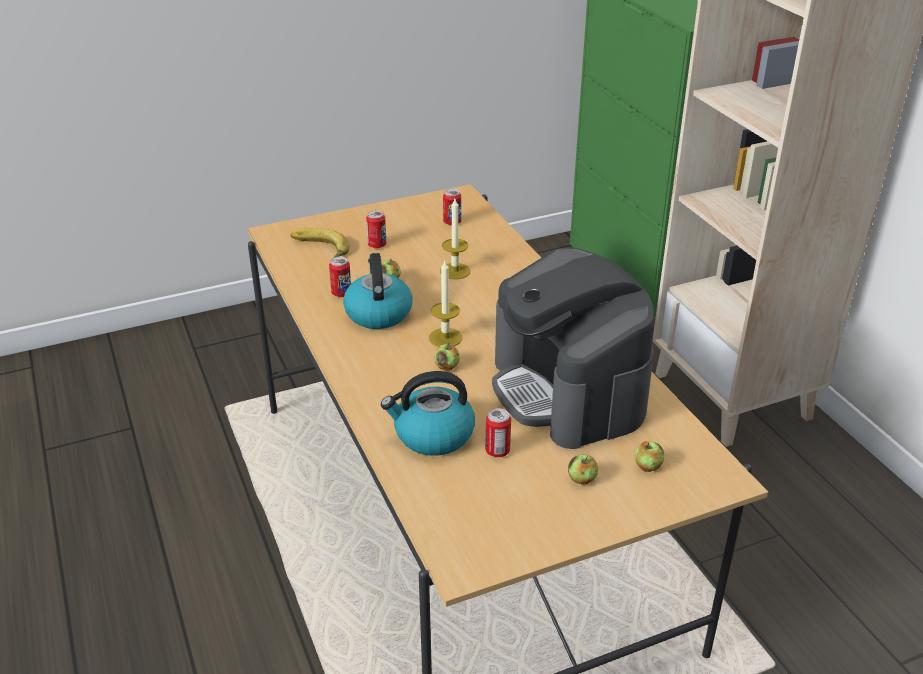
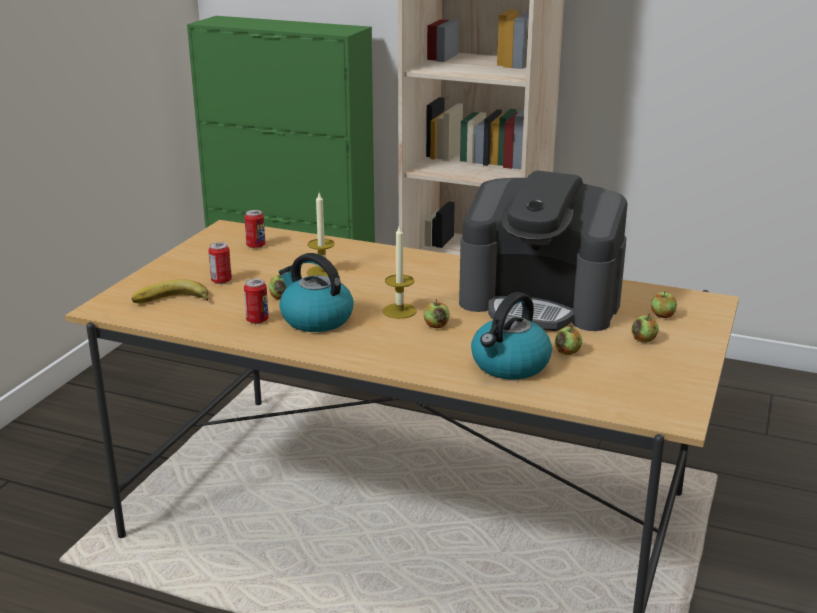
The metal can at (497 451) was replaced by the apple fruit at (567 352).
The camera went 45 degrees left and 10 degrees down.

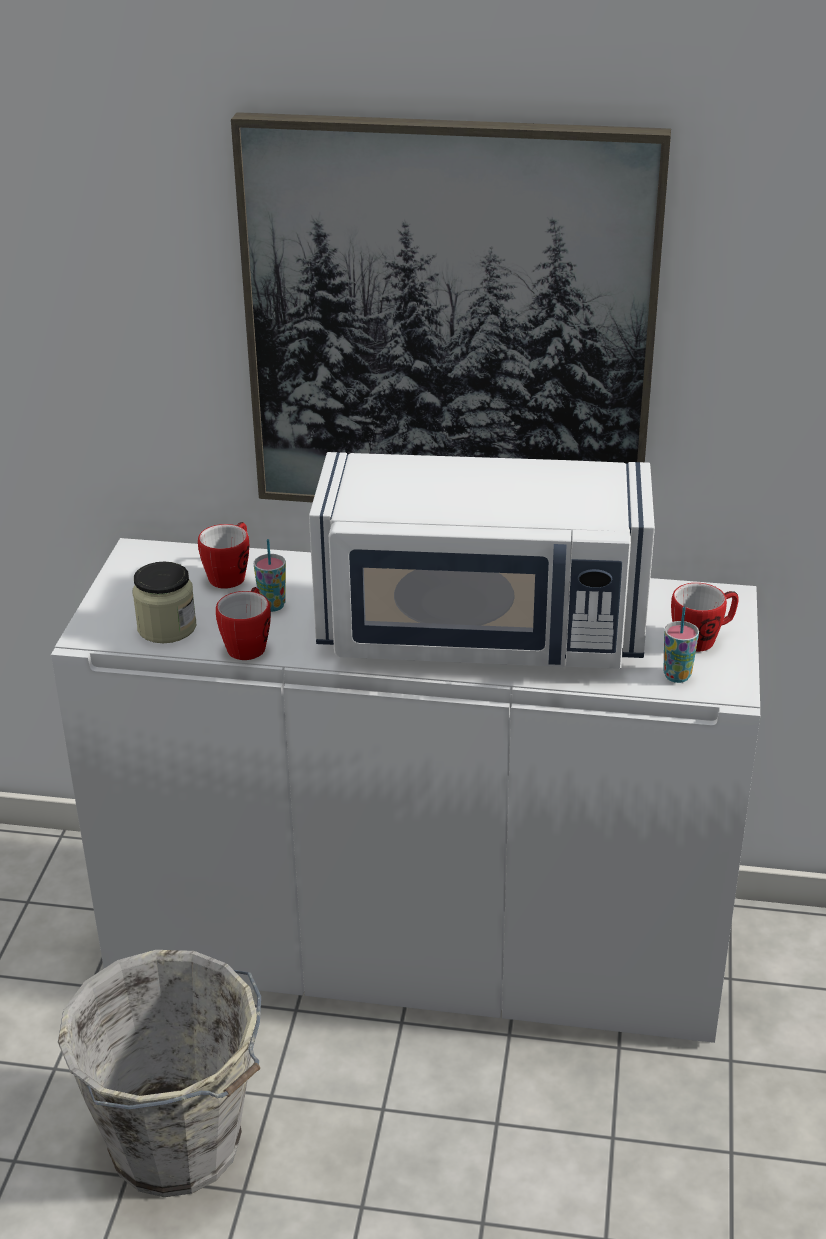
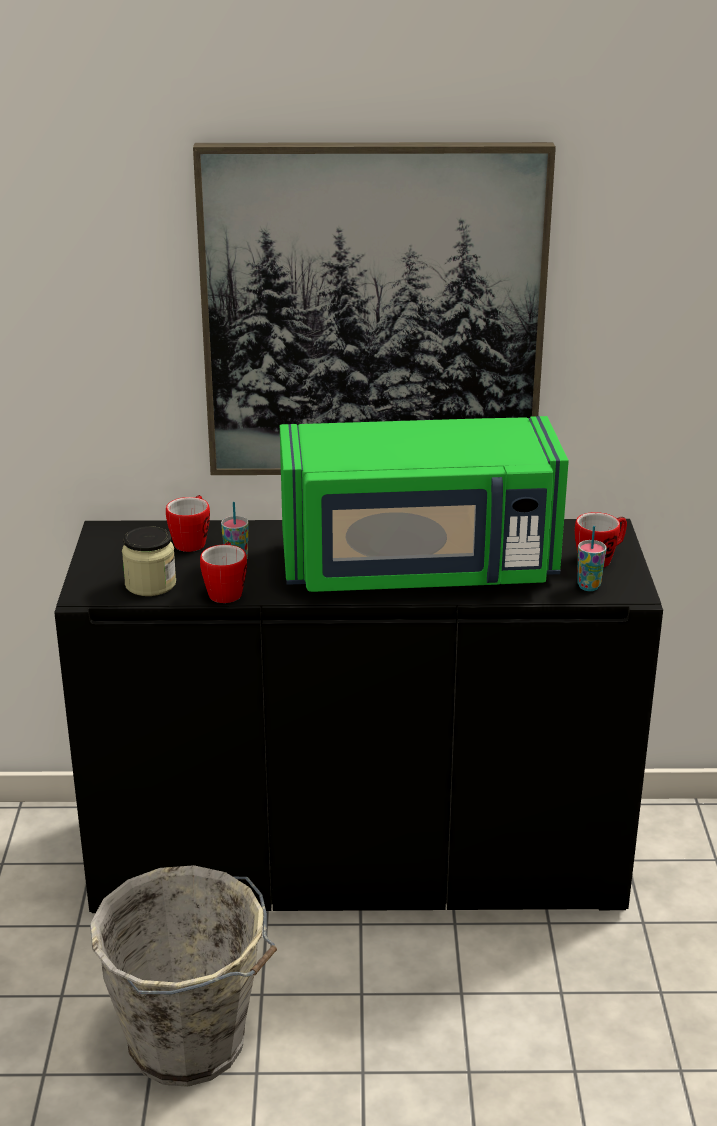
The whitish cabinet at (417 943) became the blackish cabinet at (358 860).
The whitish microwave oven at (481 633) became the greenish microwave oven at (419 568).
The camera went 10 degrees left and 5 degrees down.

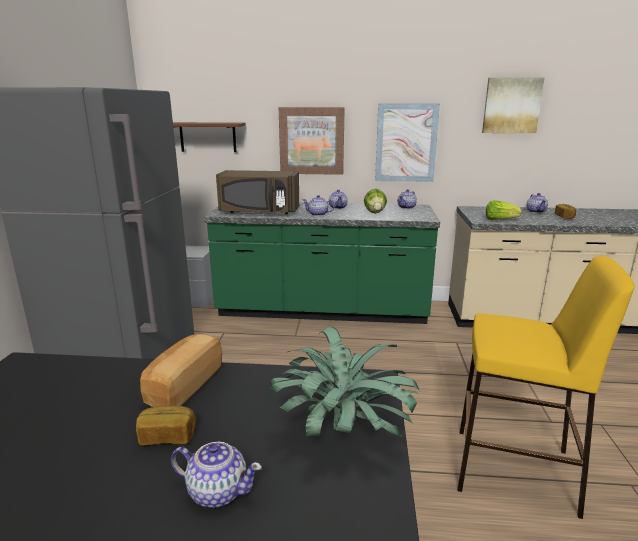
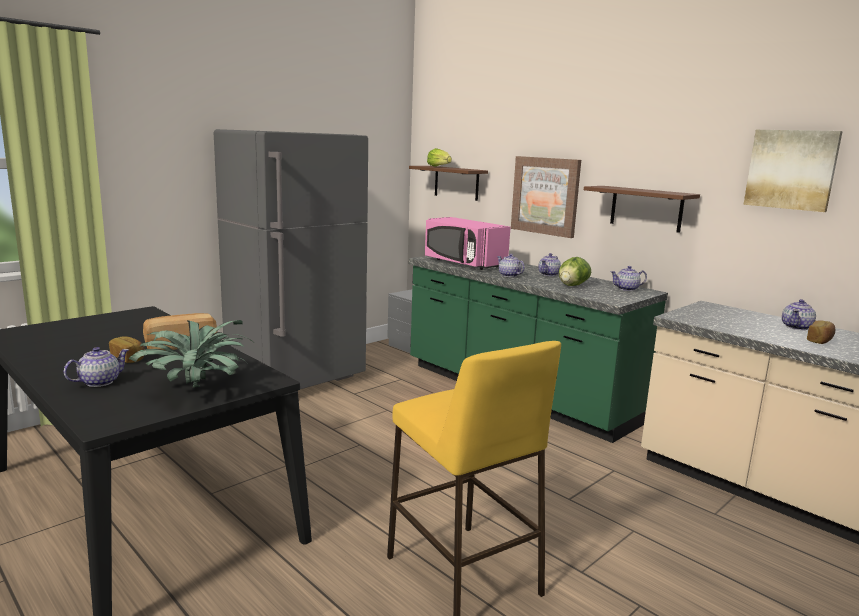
The lettuce head moved from (499 220) to (439 167).
The picture at (406 143) was replaced by the brown wall shelf at (646 208).
The brown microwave oven at (259 211) became the pink-coloured microwave oven at (463 263).
The pot for tea at (217 491) turned 105 degrees counterclockwise.
The camera went 40 degrees right and 5 degrees down.

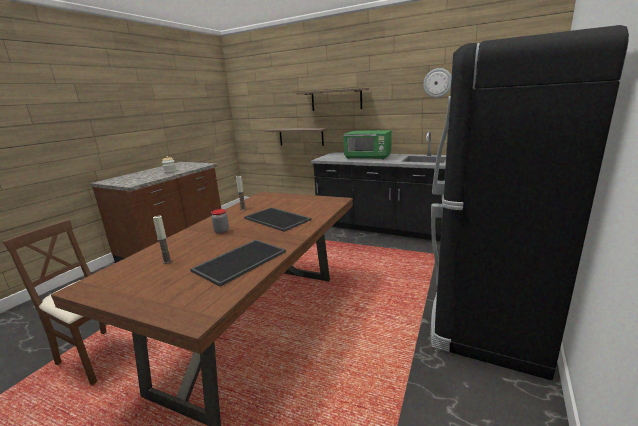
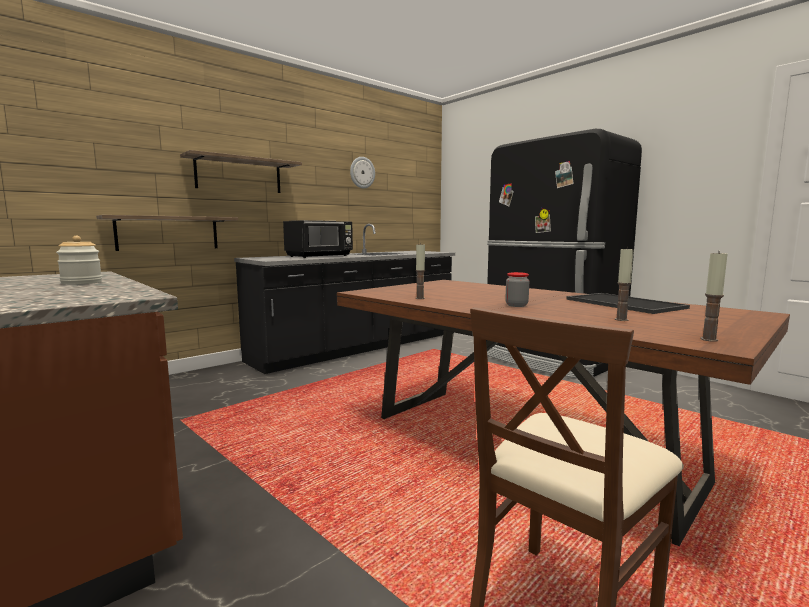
The serving tray at (278 219) disappeared.
The wax candle at (709 339) appeared.
The greenish microwave oven at (368 157) became the blackish microwave oven at (320 256).
The camera went 70 degrees left and 10 degrees down.

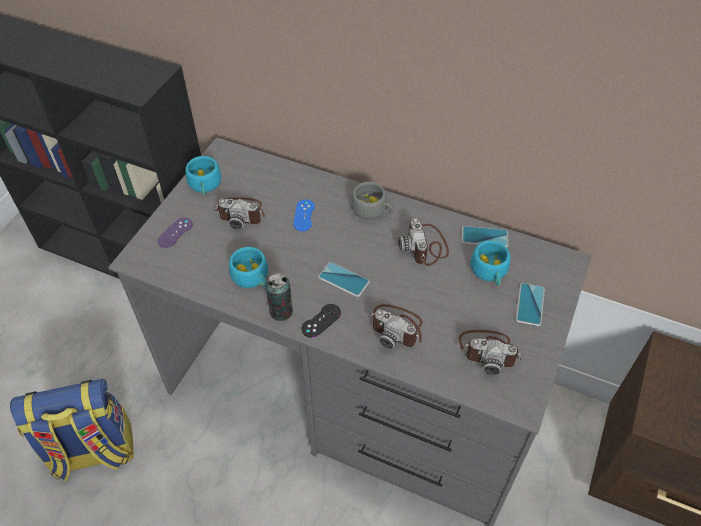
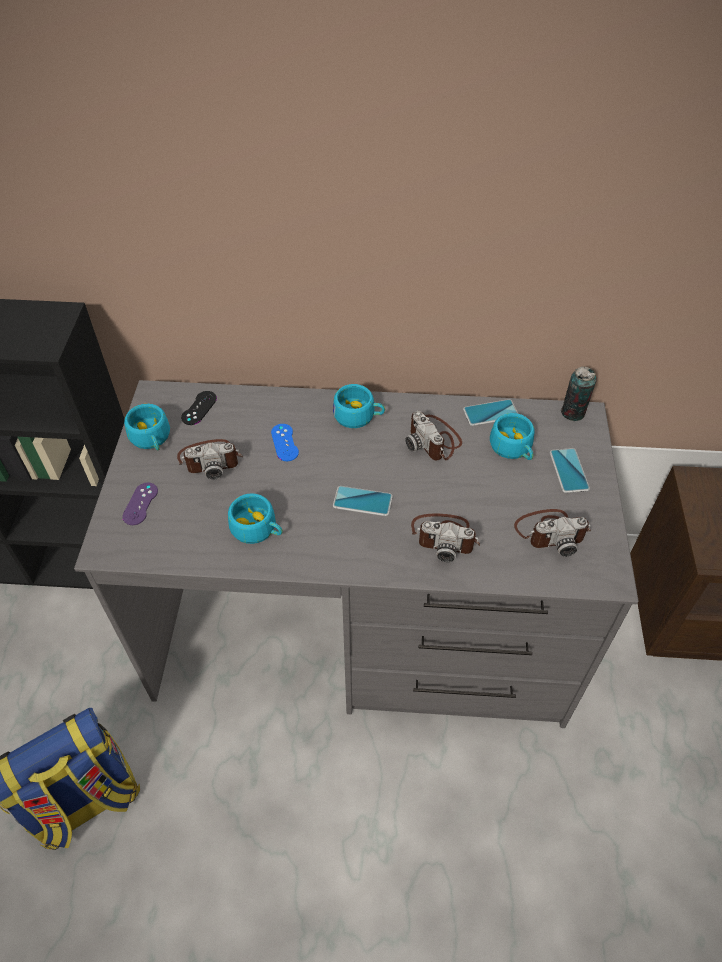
The metal can moved from (281 311) to (573 412).
The blackish joypad moved from (321 320) to (199 408).
The greyish small cup at (372 210) became the blue-green small cup at (359 416).
The camera went 20 degrees left and 0 degrees up.

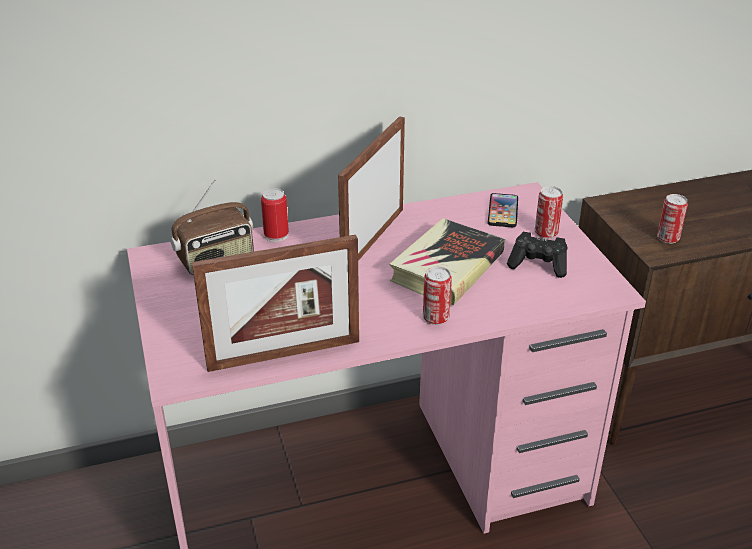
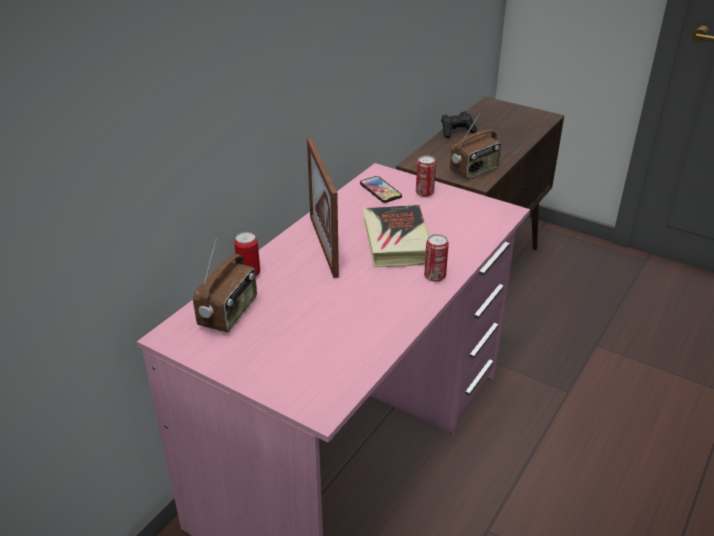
The picture frame at (284 354) disappeared.
The blackish joypad moved from (538 265) to (456 132).
The metal can at (668 238) was replaced by the radio set at (474 171).
The camera went 40 degrees left and 0 degrees up.

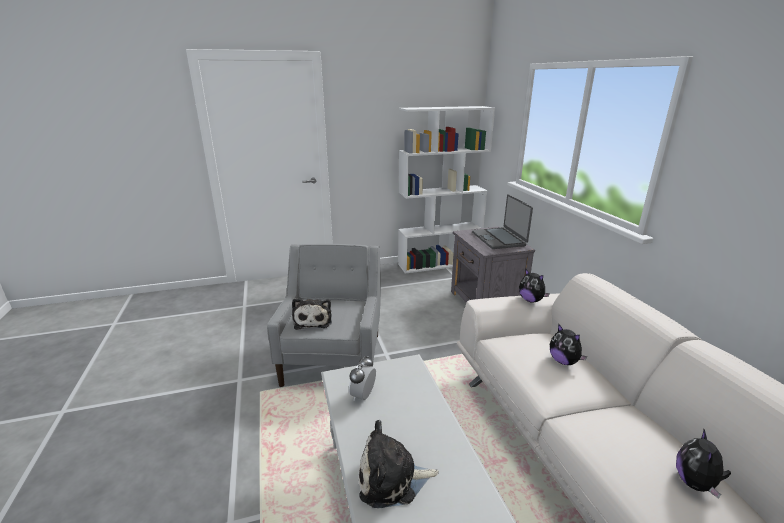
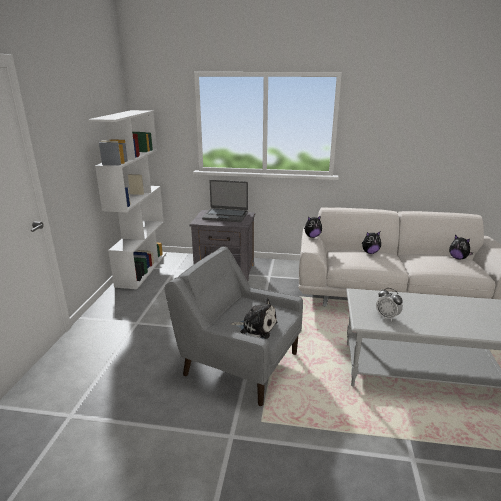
The cuddly toy at (392 478) disappeared.
The camera went 65 degrees left and 0 degrees up.

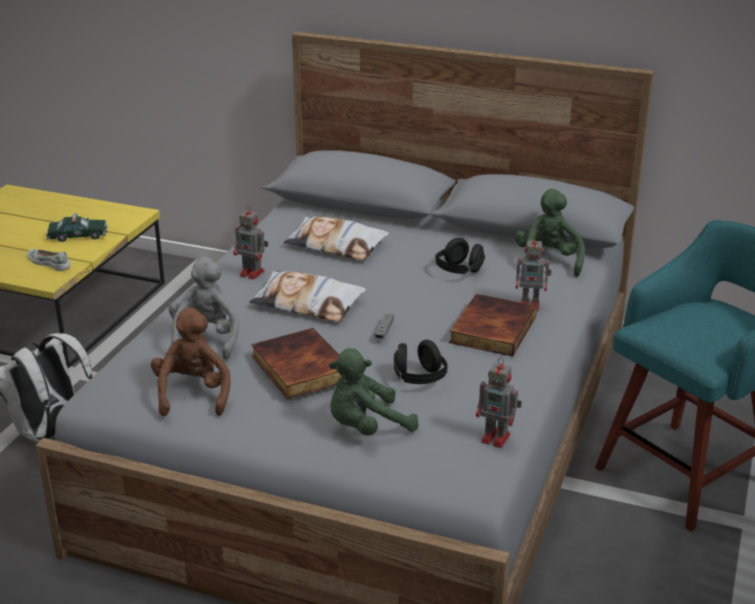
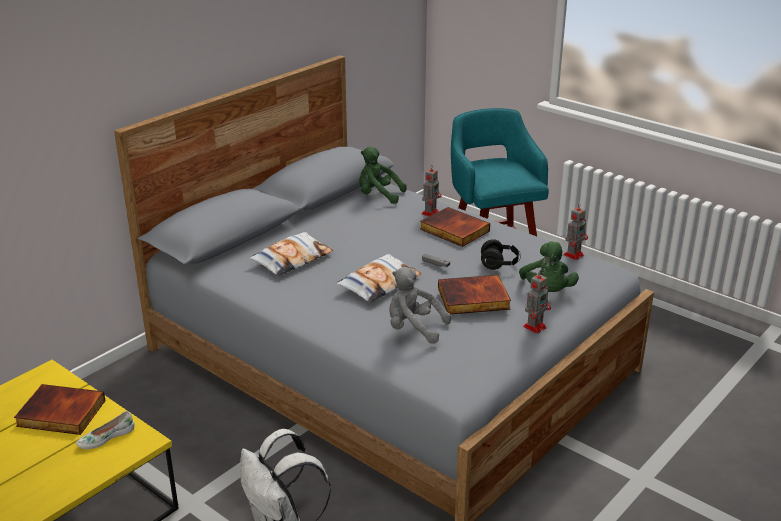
The brown cuddly toy at (193 394) disappeared.
The blackish headset at (459 271) disappeared.
The robot figure moved from (253 273) to (535 326).
The toy car at (78 236) was replaced by the book at (60 414).
The camera went 70 degrees left and 0 degrees up.

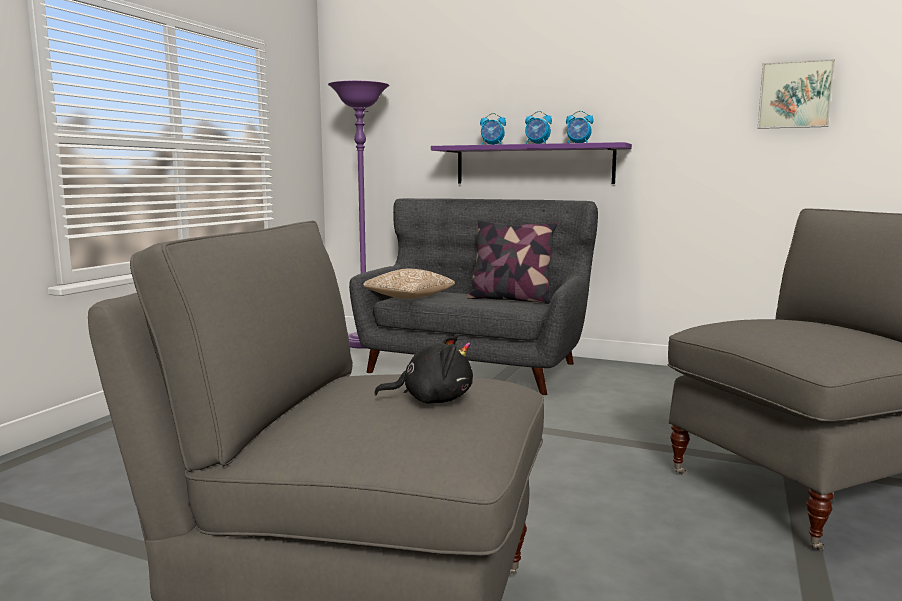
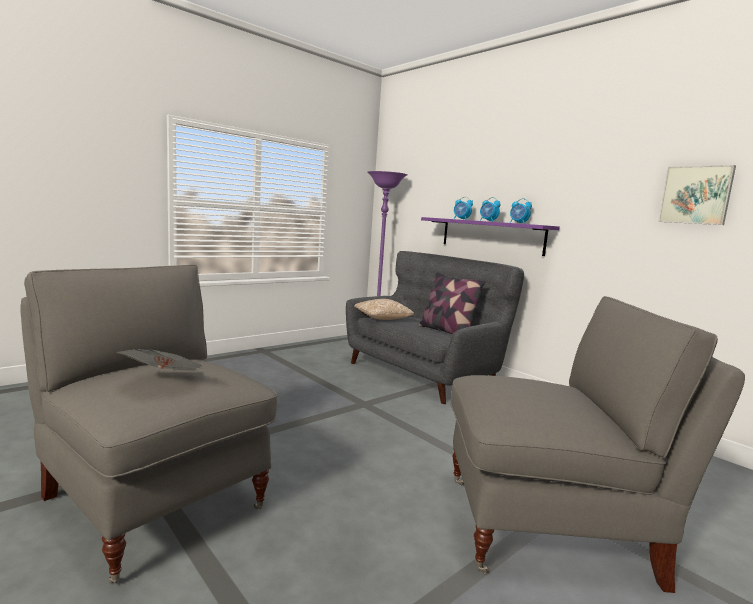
The blackish cuddly toy at (432 400) was replaced by the printed paper at (165 382).
The camera went 25 degrees right and 0 degrees up.

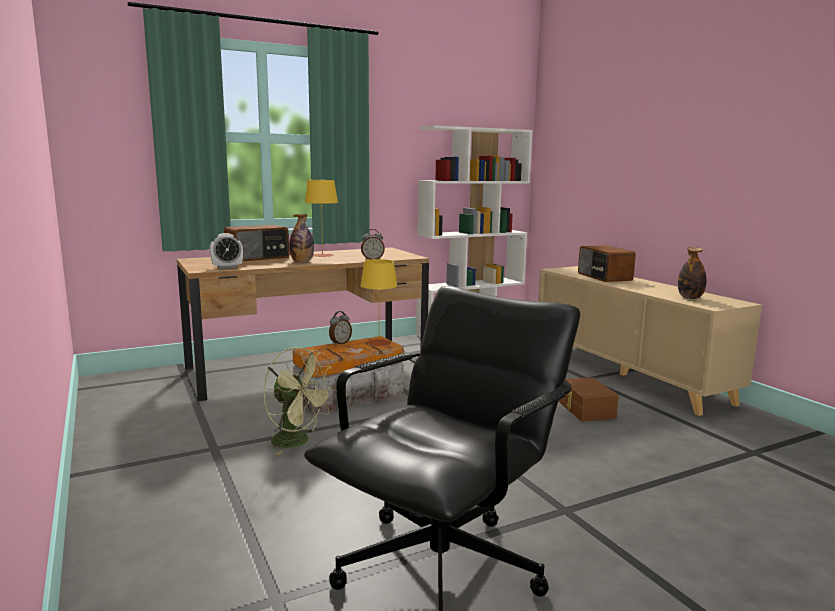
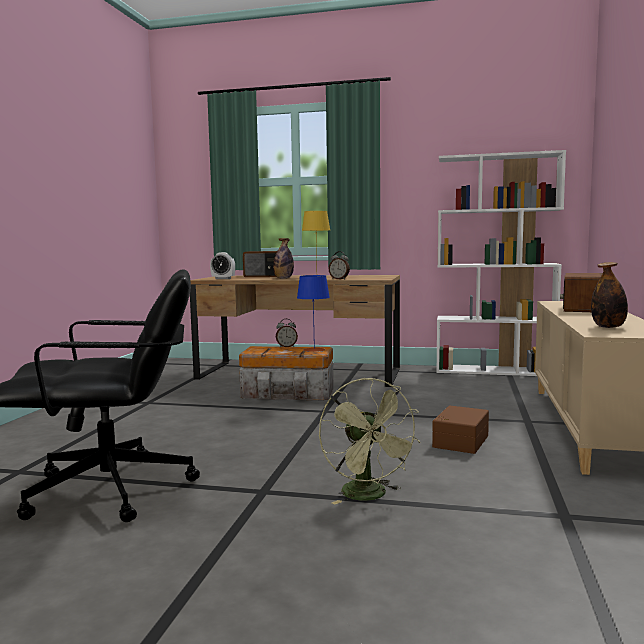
The greenish fan moved from (297 442) to (369 496).
The yellow tabletop lamp at (379 343) became the blue-coloured tabletop lamp at (314 350).
The camera went 40 degrees right and 5 degrees down.

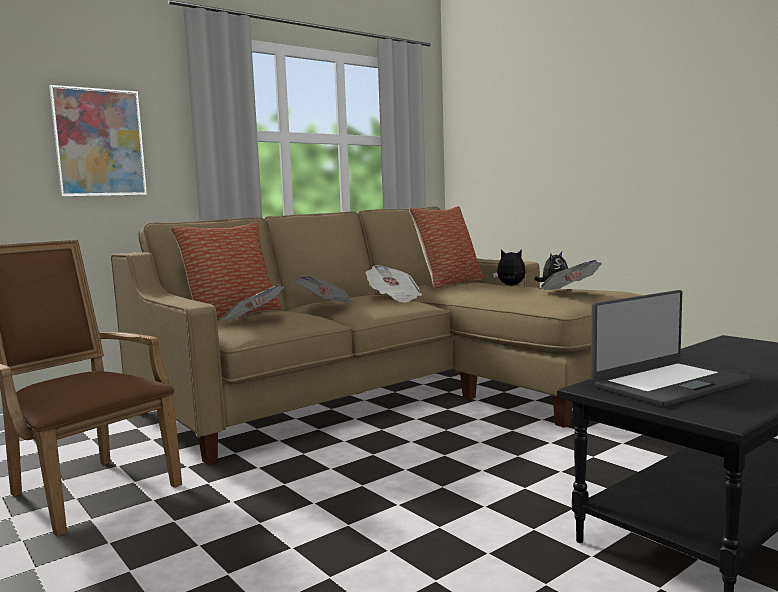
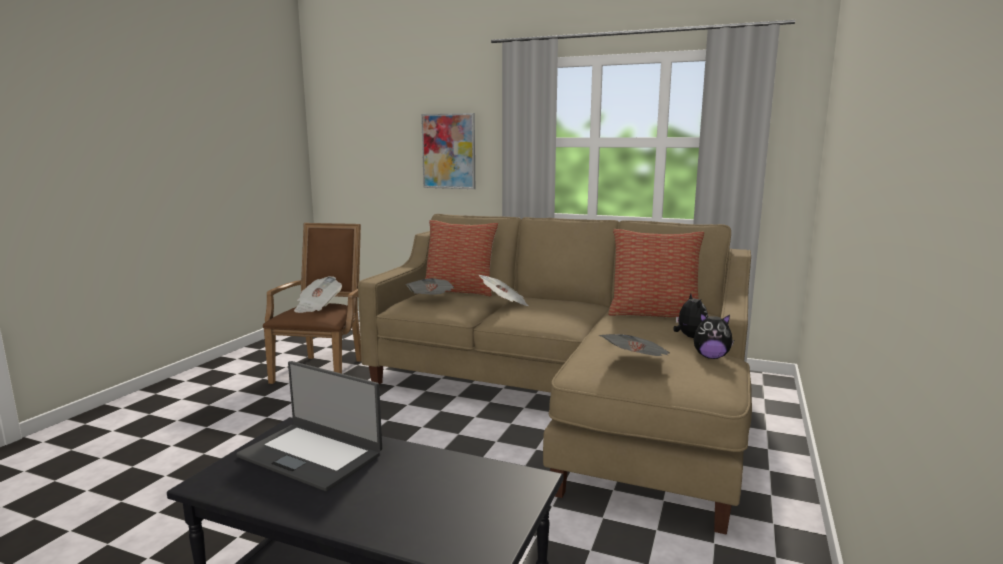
The printed paper moved from (394 299) to (317 307).
The camera went 60 degrees right and 5 degrees up.

